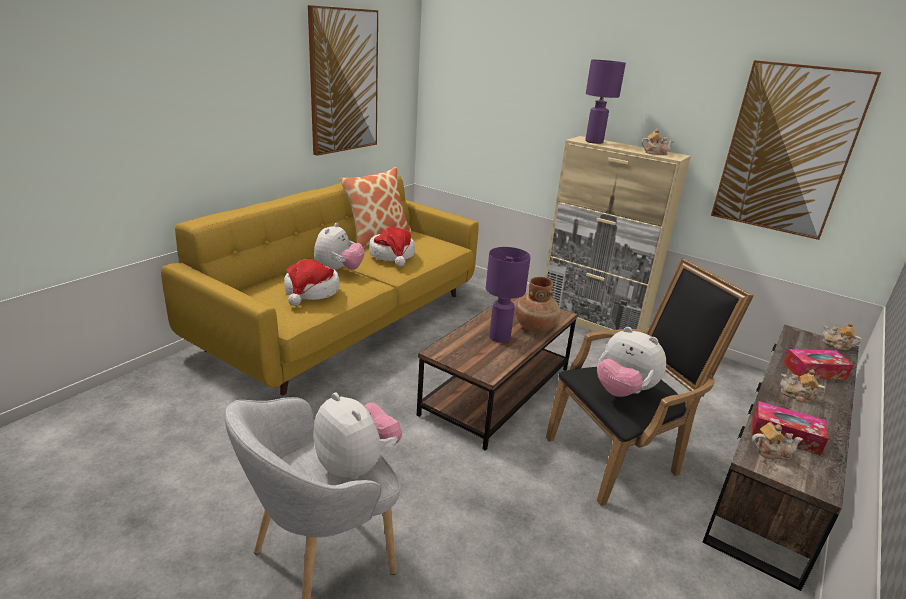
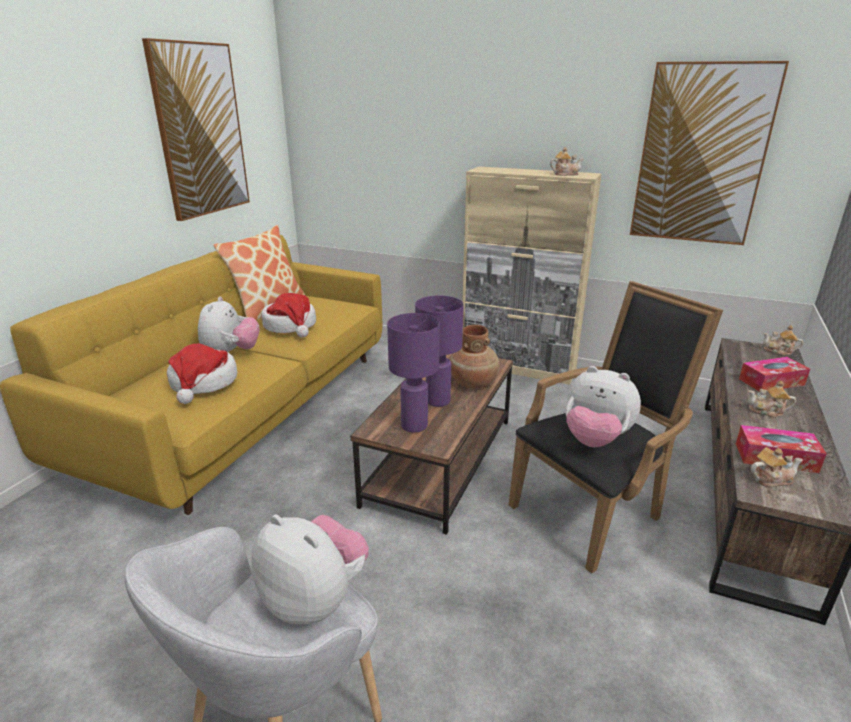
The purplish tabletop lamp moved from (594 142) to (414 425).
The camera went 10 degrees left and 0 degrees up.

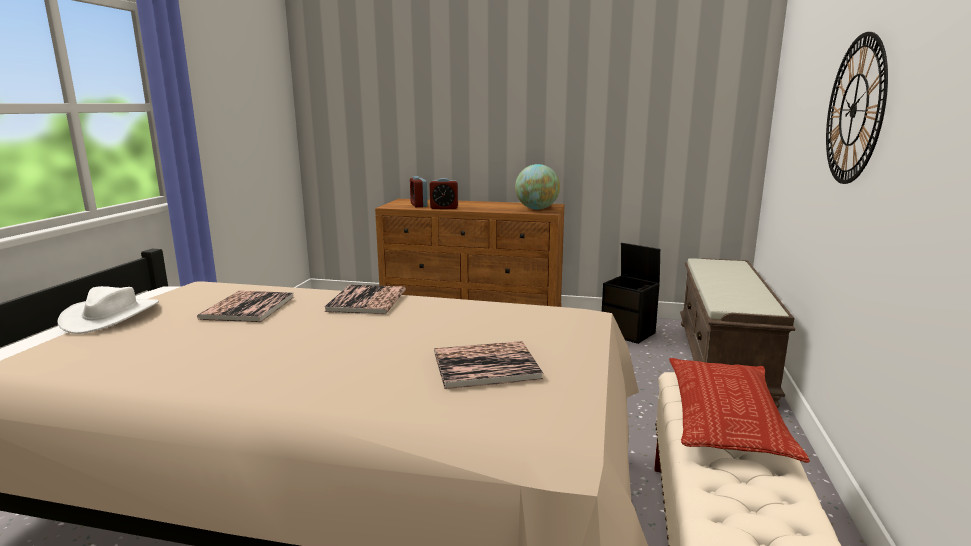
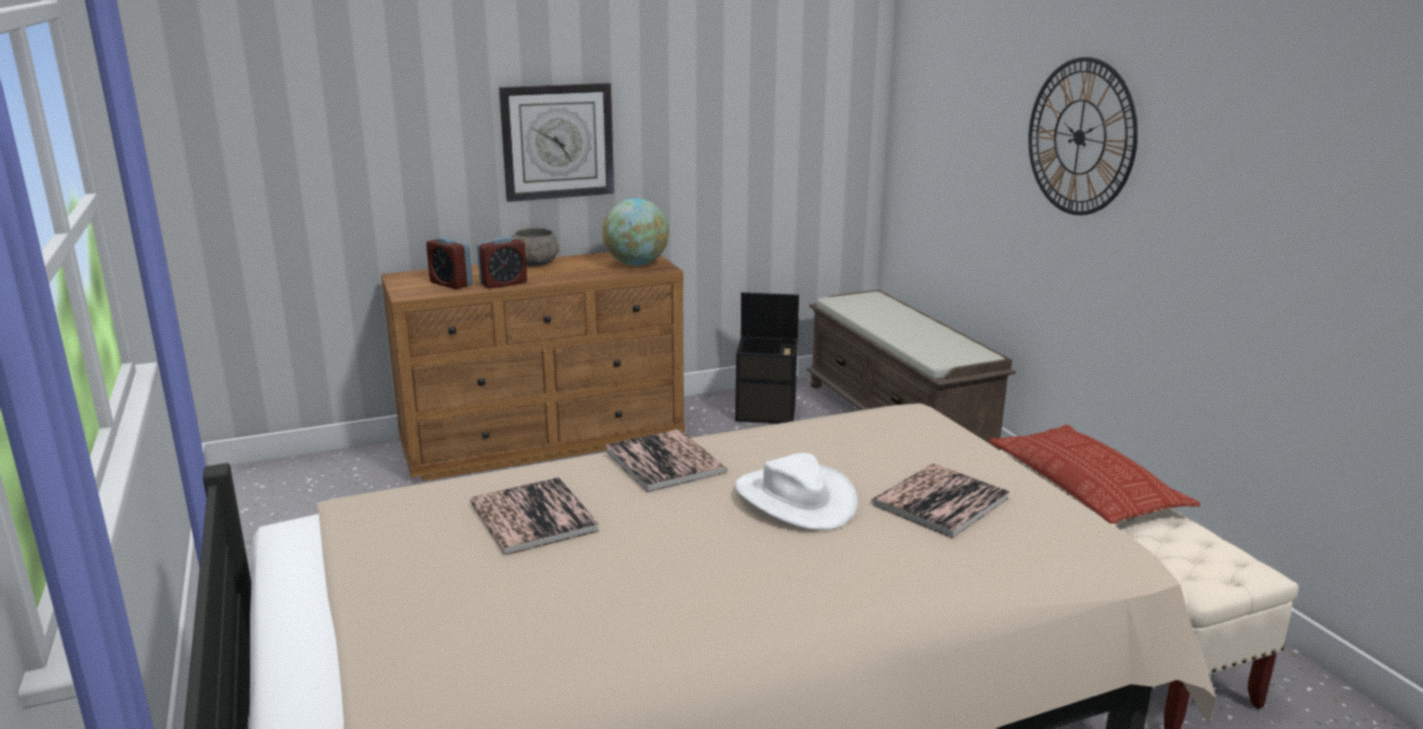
The hanging clock at (557 141) appeared.
The greyish deep dish at (534 264) appeared.
The whitish clothing hat moved from (111 316) to (794 499).
The camera went 35 degrees left and 5 degrees up.

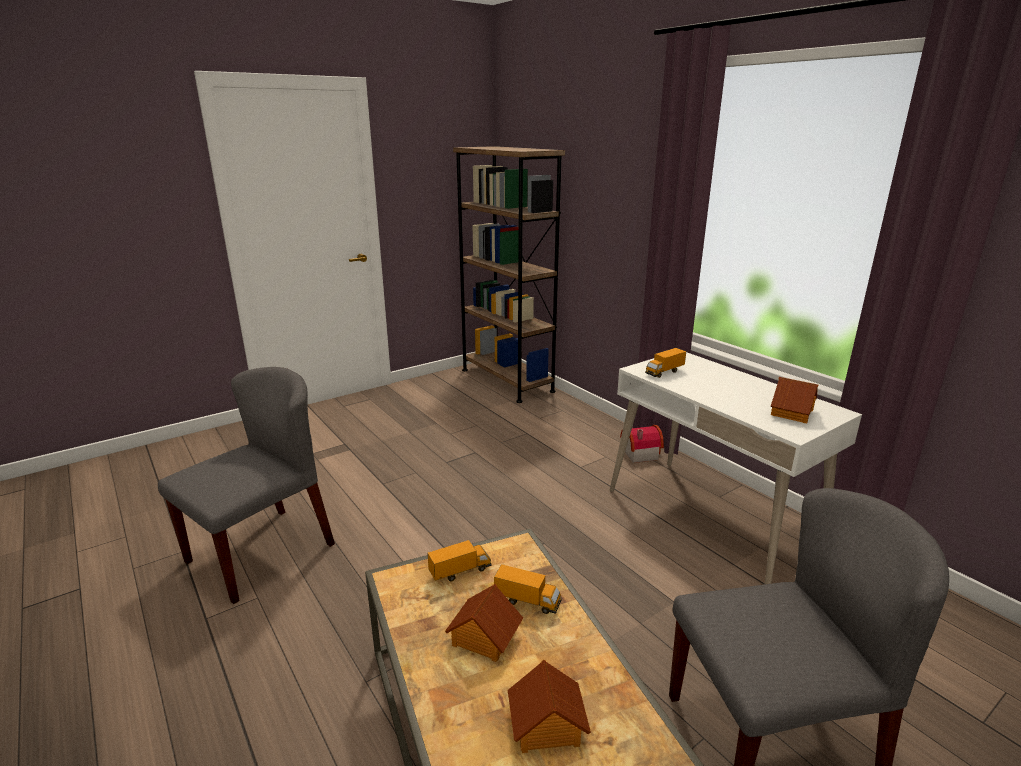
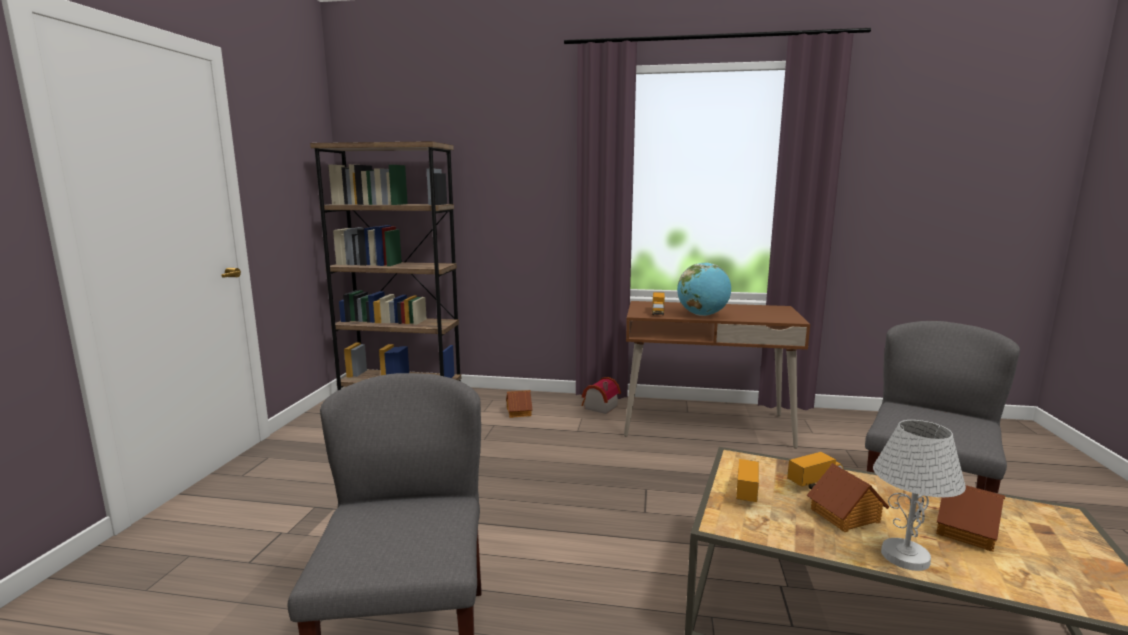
The globe at (702 315) appeared.
The whitish tabletop lamp at (906 556) appeared.
The toy house moved from (791 412) to (518 412).
The whitish desk unit at (711 518) became the brown desk unit at (705 425).
The camera went 45 degrees left and 10 degrees down.

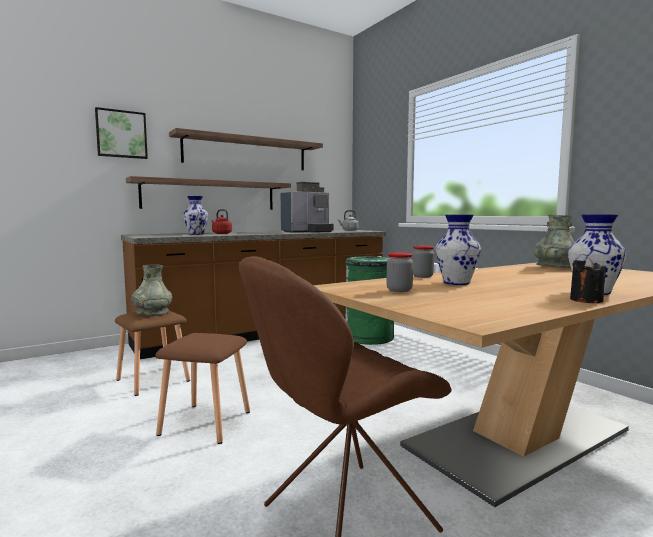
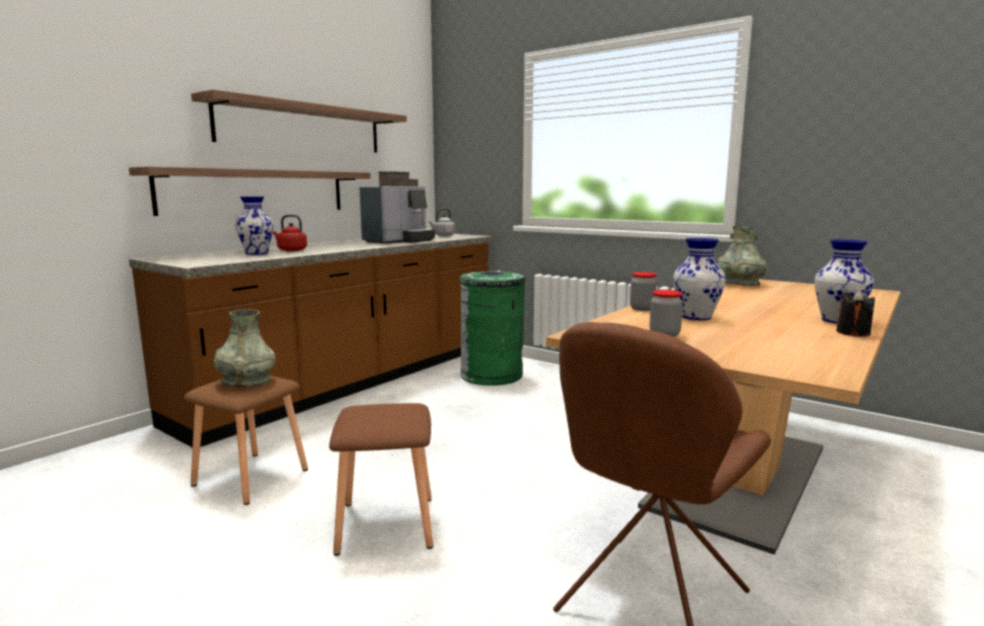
The picture at (121 134) disappeared.
The camera went 20 degrees left and 5 degrees up.

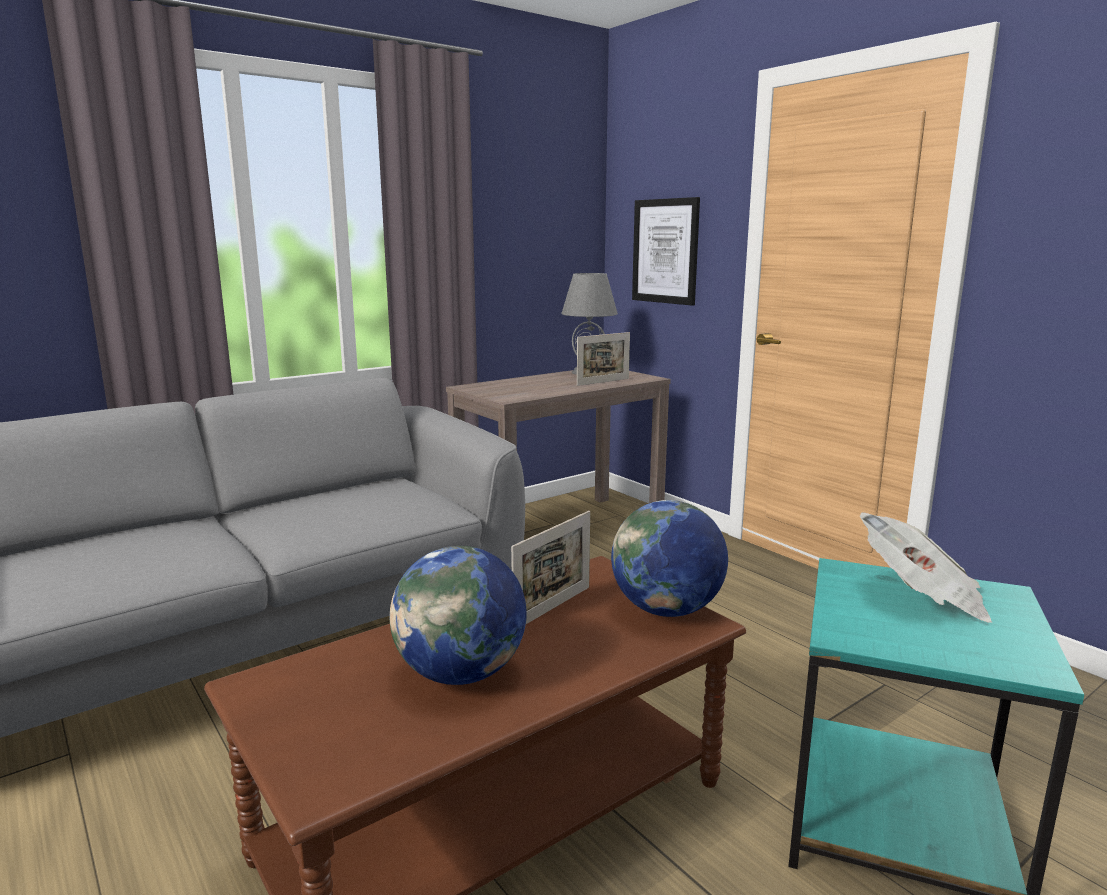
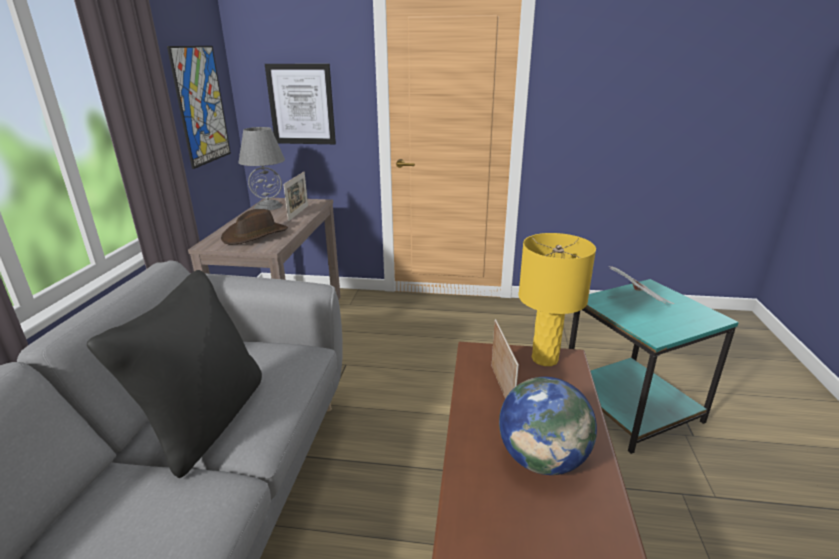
The blackish pillow at (205 421) appeared.
The picture at (201 106) appeared.
The brown clothing hat at (255 235) appeared.
The globe at (666 610) was replaced by the yellow tabletop lamp at (545 359).
The camera went 45 degrees left and 10 degrees up.

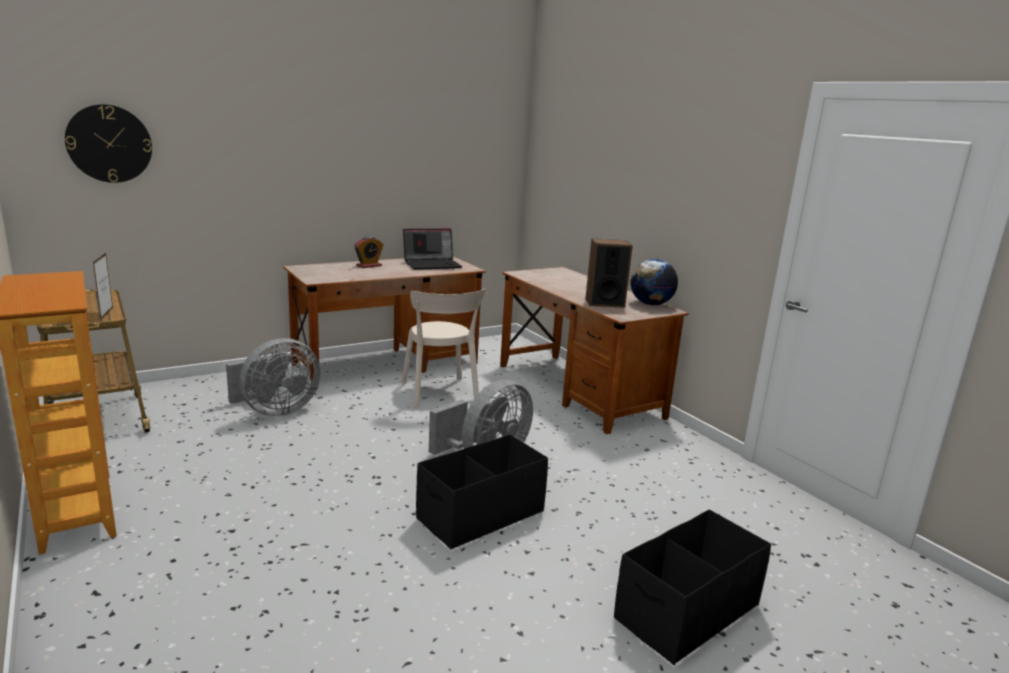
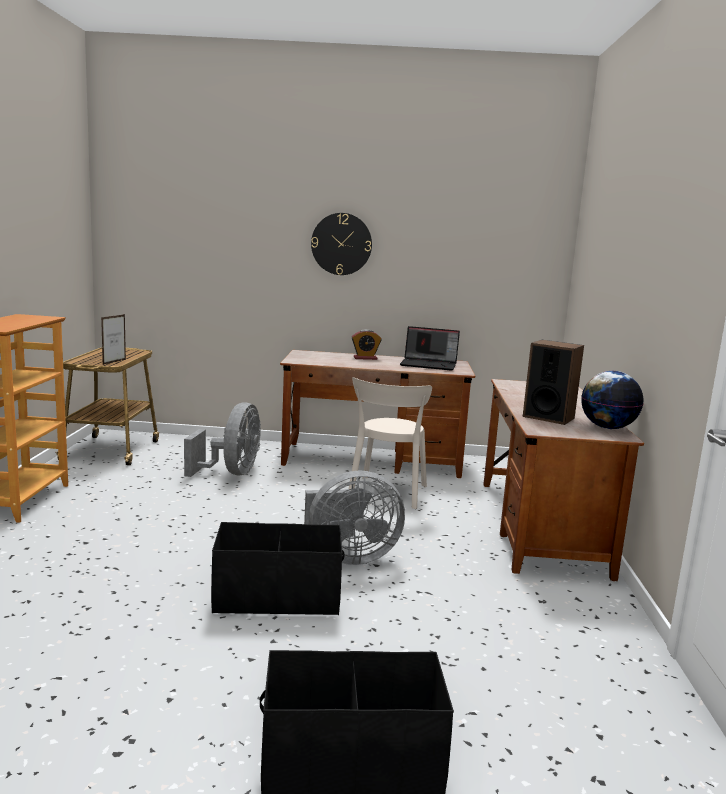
The hanging clock moved from (109 144) to (341 244).
The greyish fan at (275 411) turned 75 degrees counterclockwise.
The camera went 35 degrees right and 5 degrees down.

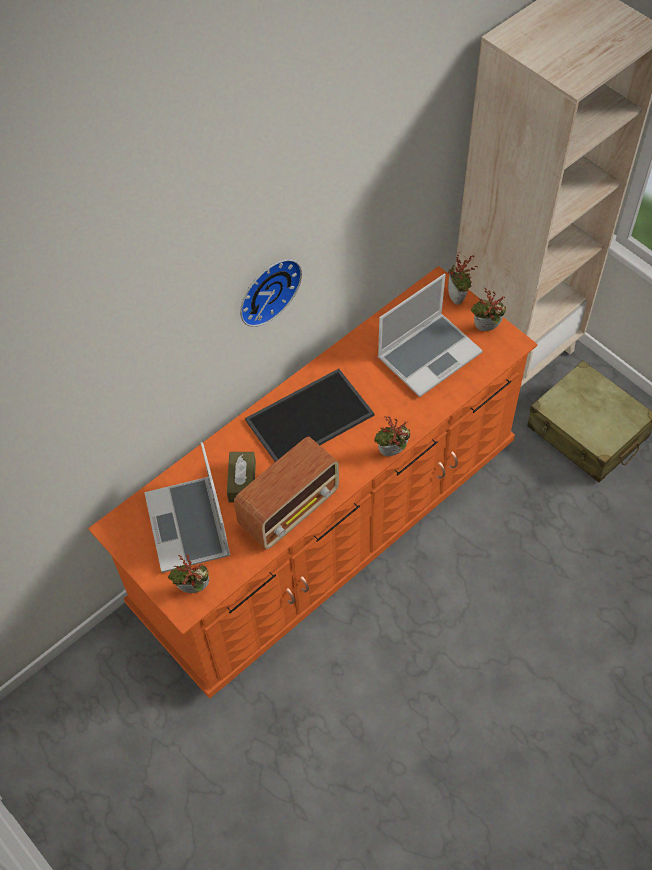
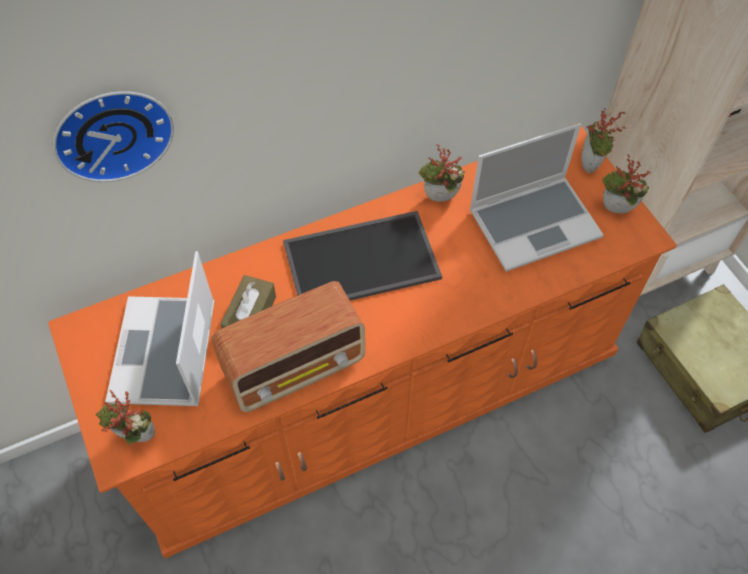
The hanging clock moved from (266 289) to (112 131).
The potted plant moved from (391 454) to (439 200).
The camera went 15 degrees right and 0 degrees up.

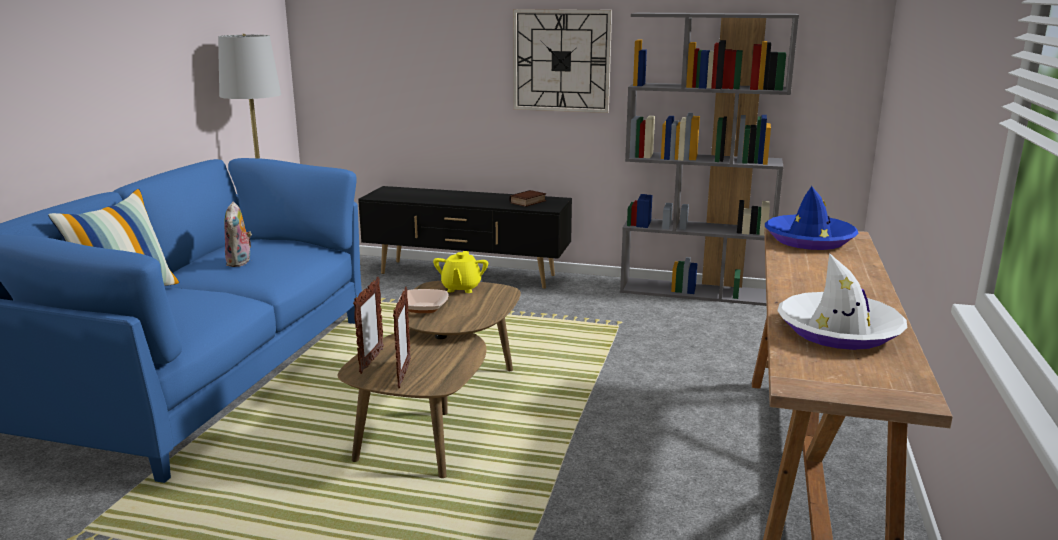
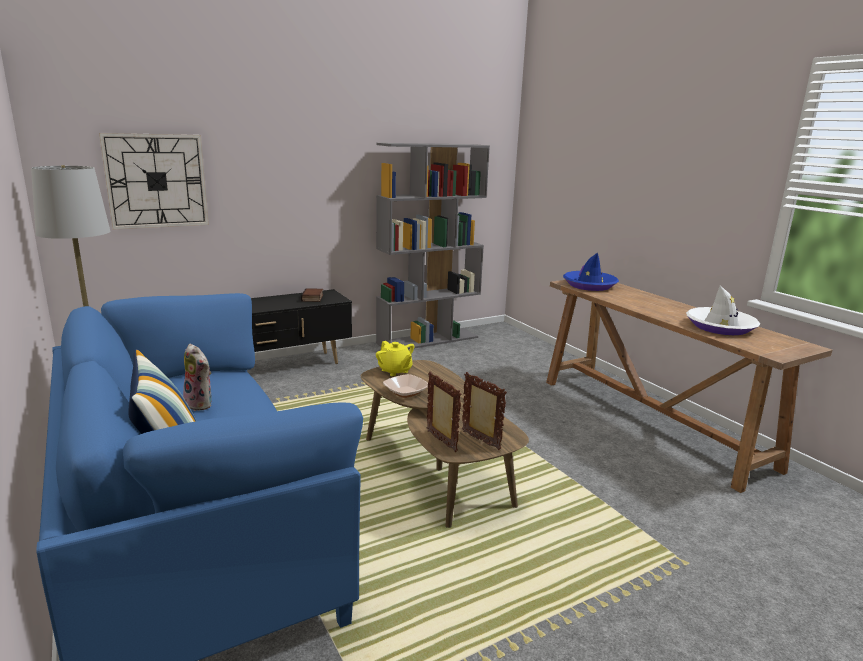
The hanging clock moved from (561 61) to (156 181).
The camera went 45 degrees left and 0 degrees up.

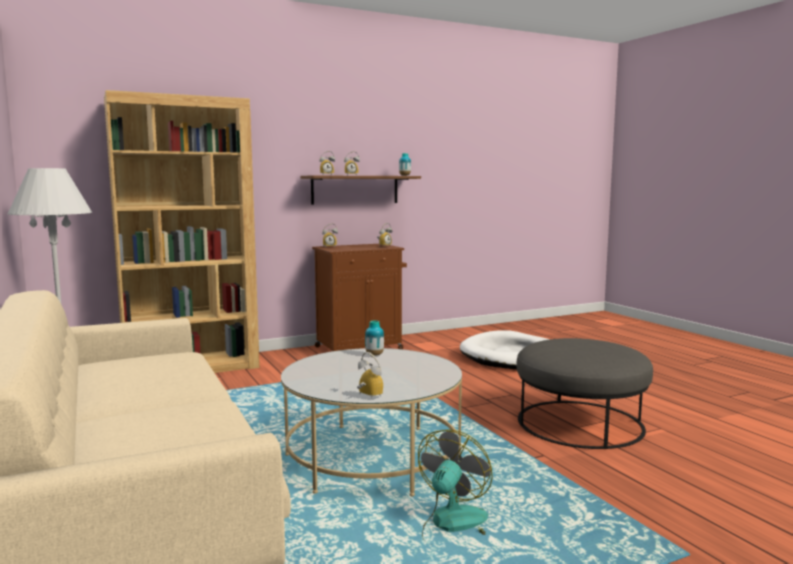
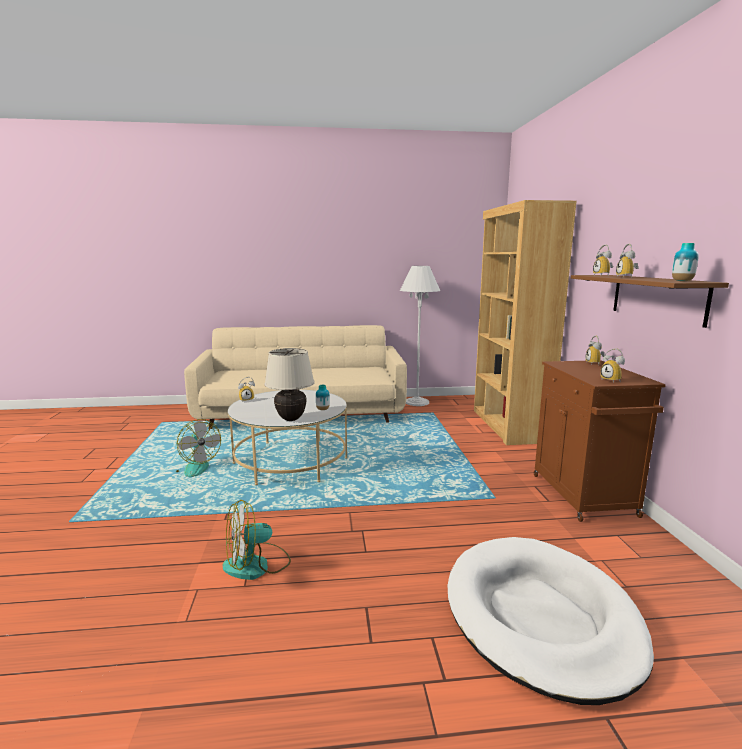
The beige-coloured tabletop lamp at (290 419) appeared.
The greyish footrest at (580 423) was replaced by the fan at (257 565).
The camera went 110 degrees right and 5 degrees up.

